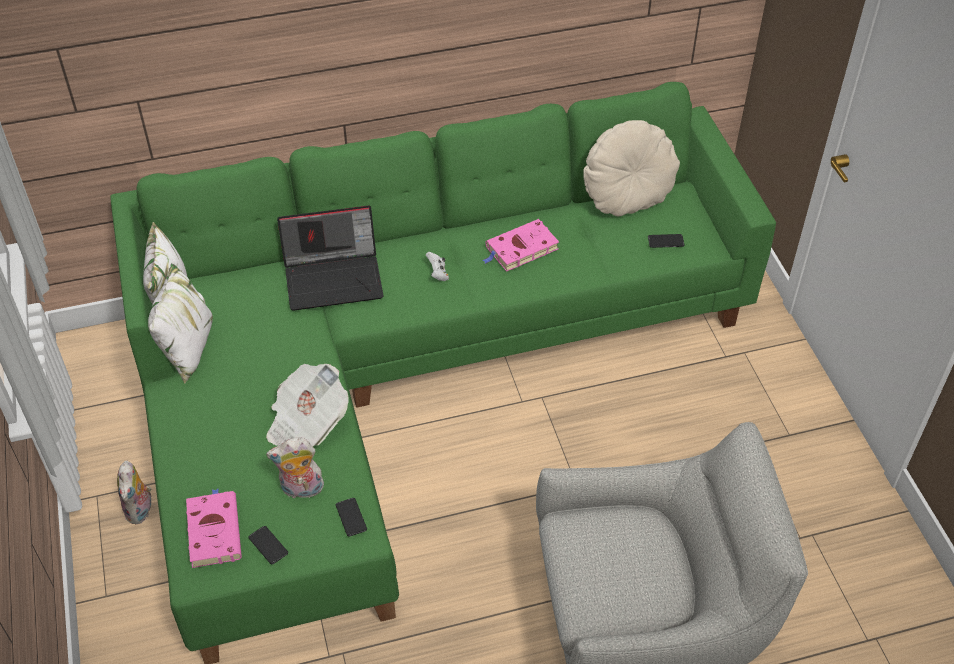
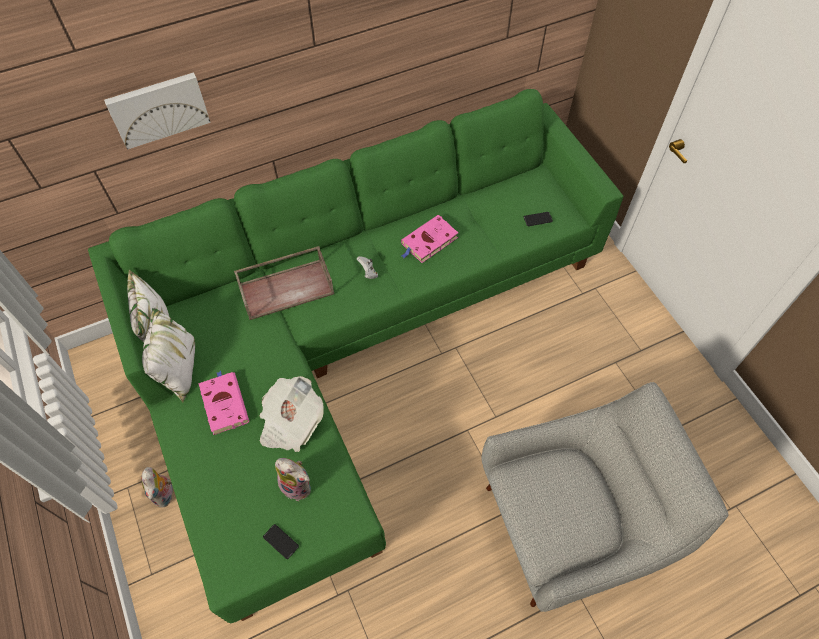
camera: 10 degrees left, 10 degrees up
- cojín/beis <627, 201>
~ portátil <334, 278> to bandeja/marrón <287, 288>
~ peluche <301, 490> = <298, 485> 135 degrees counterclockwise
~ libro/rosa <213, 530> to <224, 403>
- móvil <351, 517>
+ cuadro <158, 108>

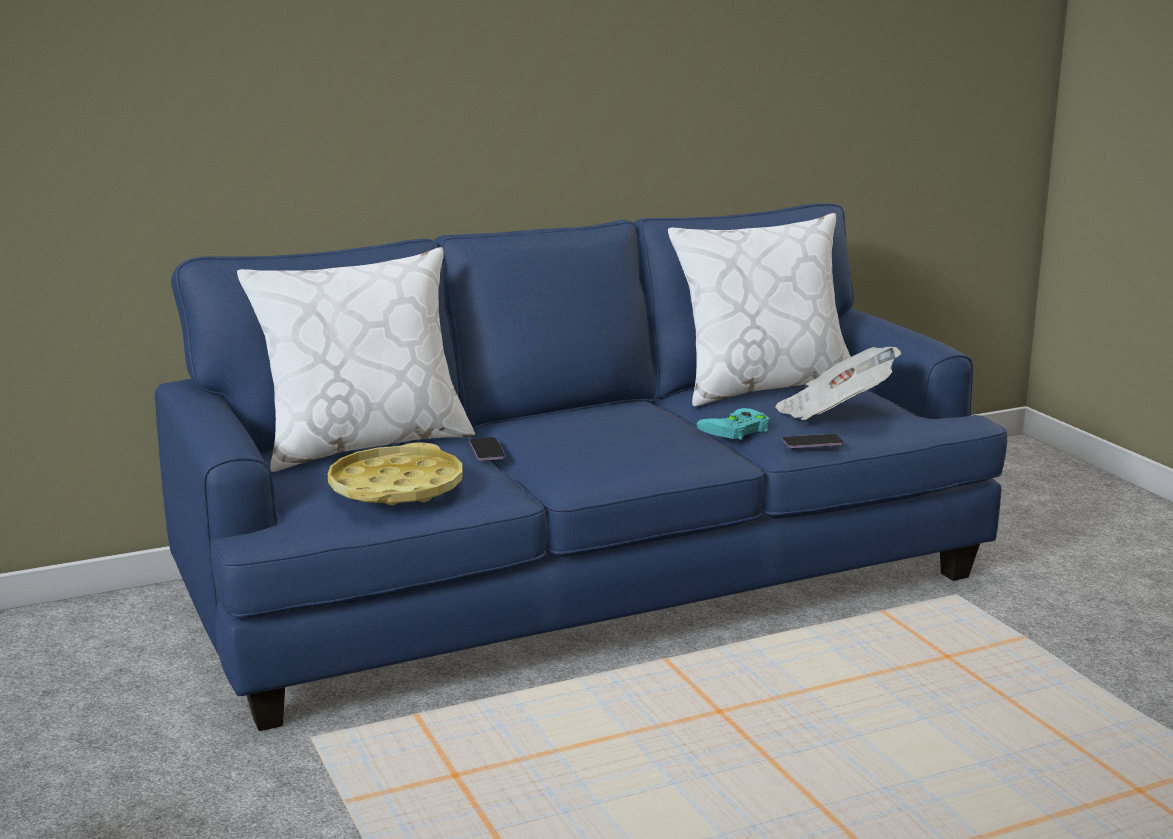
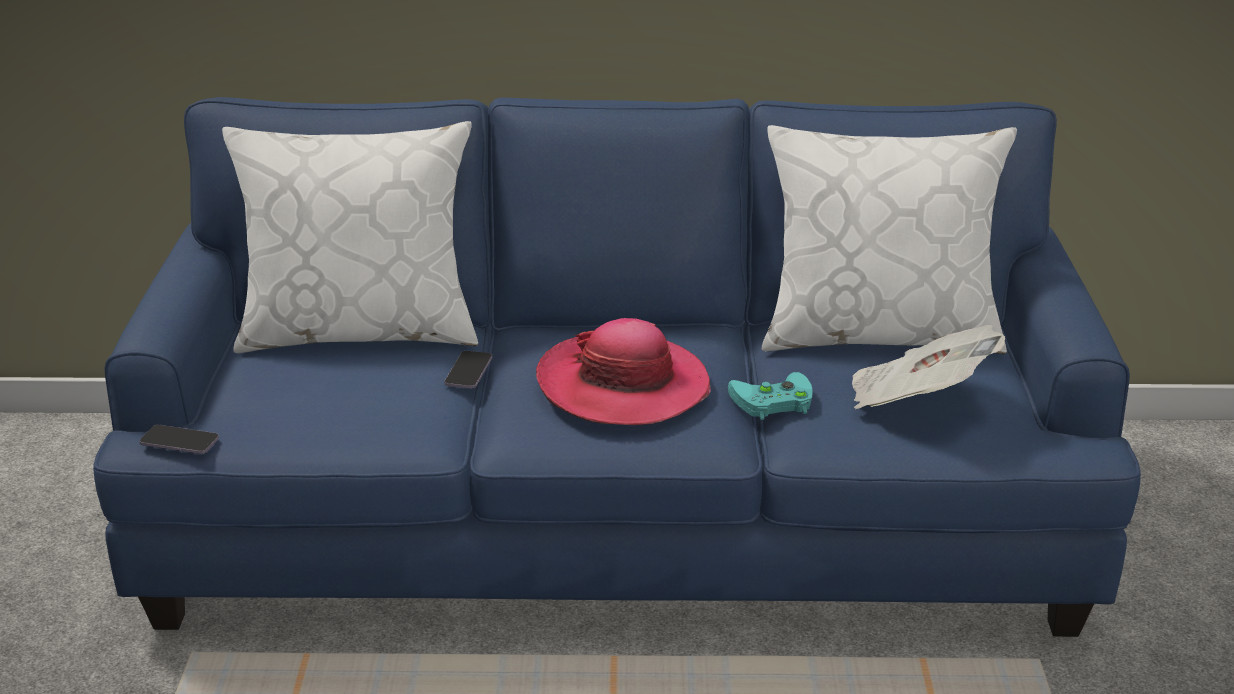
camera: 25 degrees right, 10 degrees up
~ móvil <812, 443> to <179, 442>
- bandeja/amarillo <396, 488>
+ sombrero <623, 386>

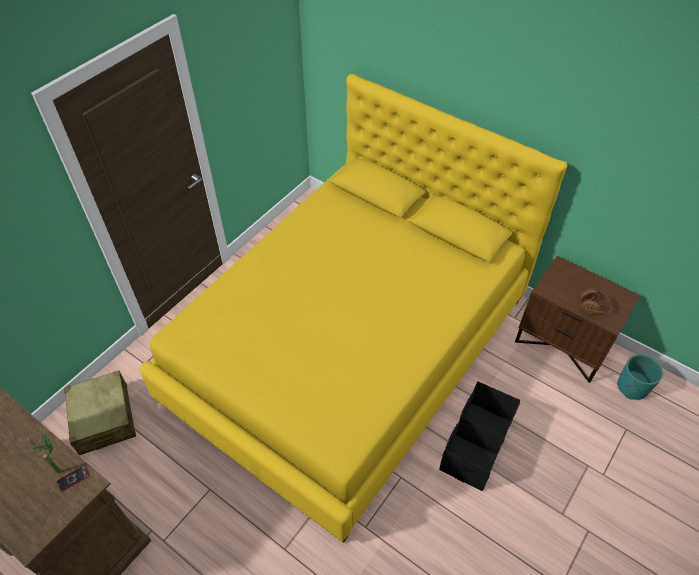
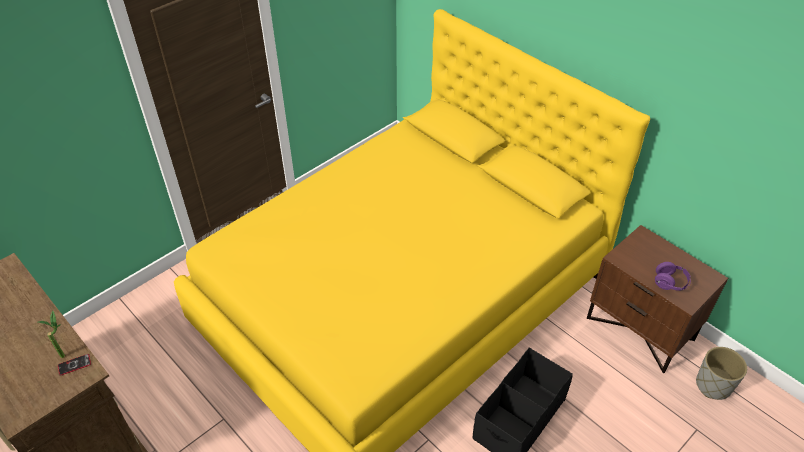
camera: 10 degrees right, 5 degrees down
~ auriculares/marrón <593, 307> to auriculares/morado <670, 283>
~ maceta/turquesa <632, 387> to maceta/gris <713, 385>
- maleta/beis <104, 419>

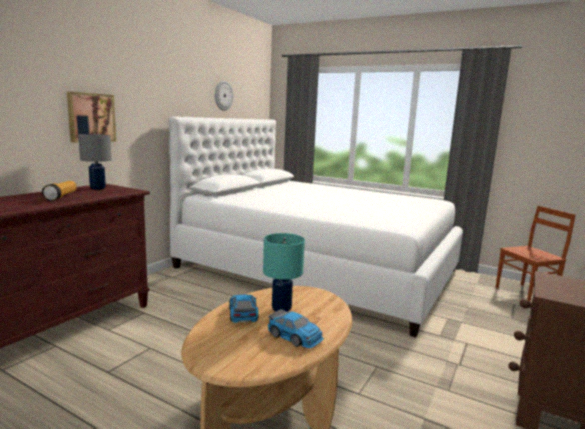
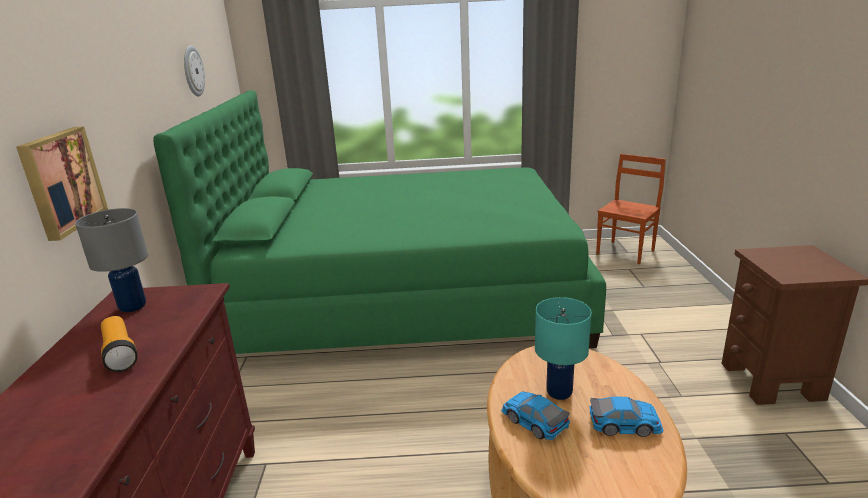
camera: 30 degrees left, 10 degrees up
~ cama/blanco <318, 268> to cama/verde <405, 296>

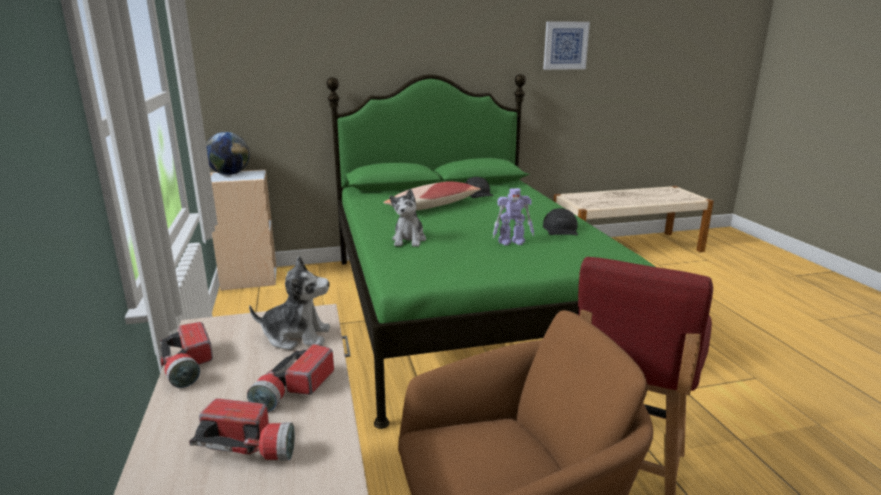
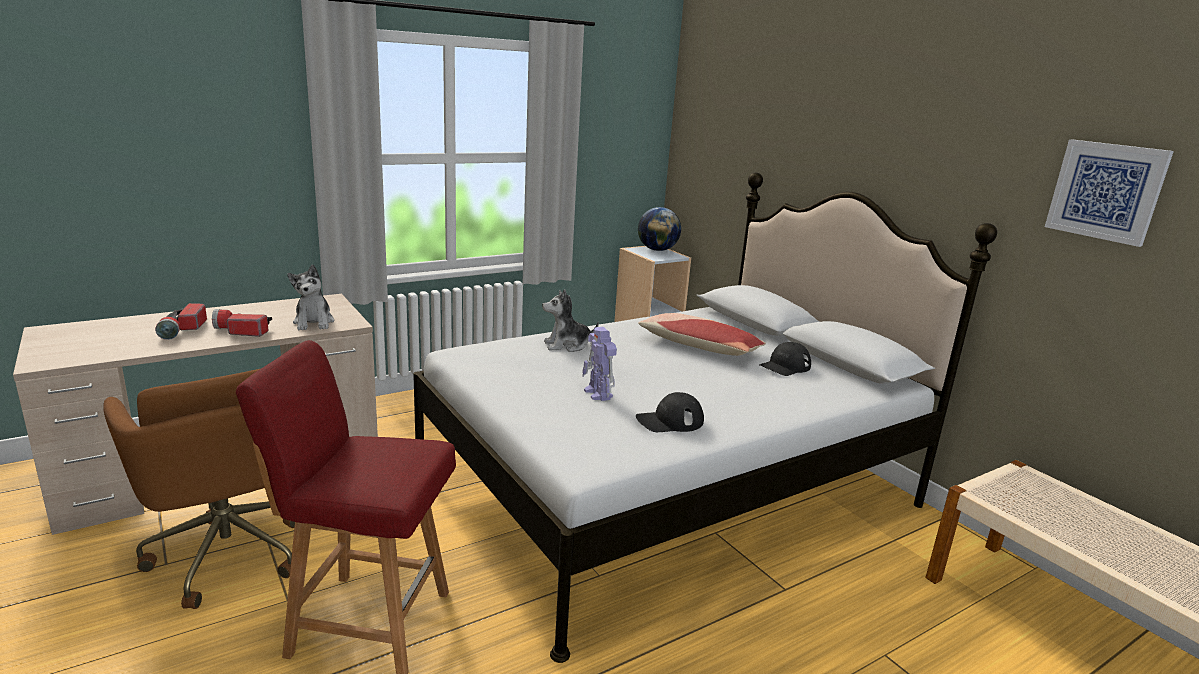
camera: 70 degrees right, 0 degrees up
~ cama/verde <466, 310> to cama/blanco <669, 487>
- linterna <188, 365>

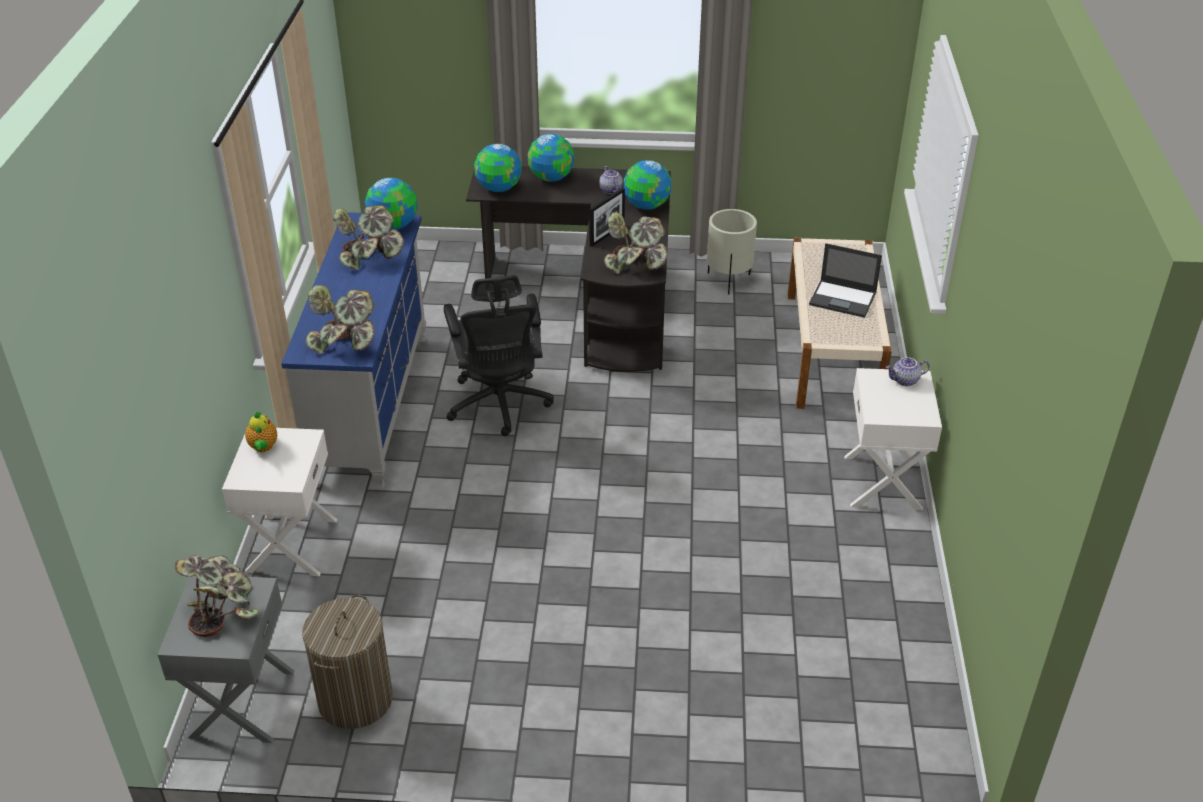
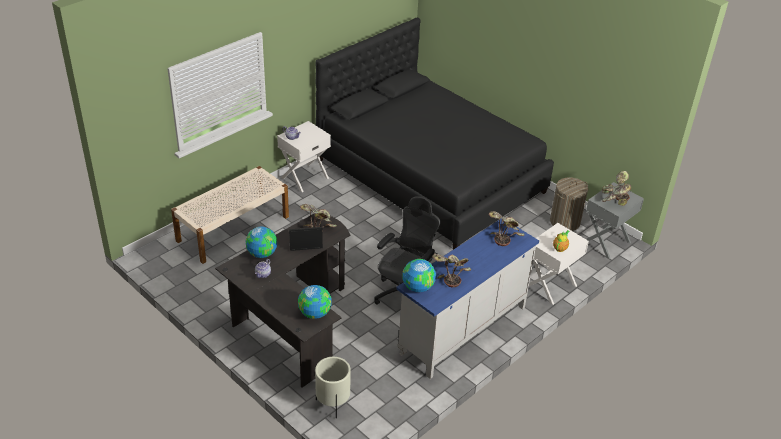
camera: 140 degrees left, 0 degrees up
- globo terráqueo <551, 177>
~ maceta/beis <728, 280> to <332, 404>
- portátil <843, 299>
+ cama/negro <430, 175>

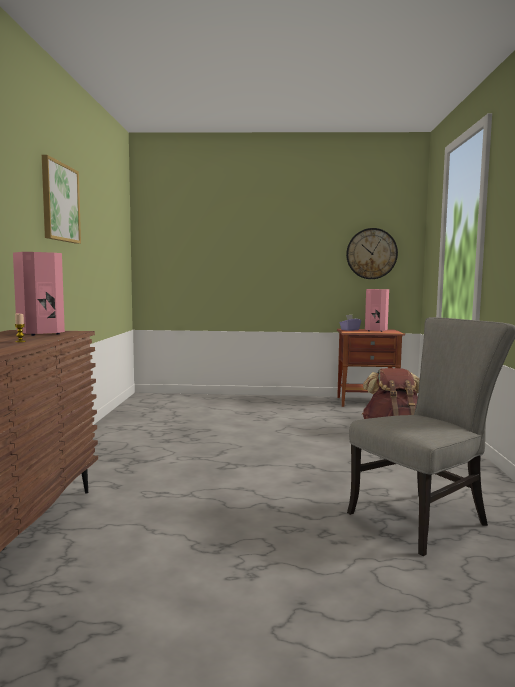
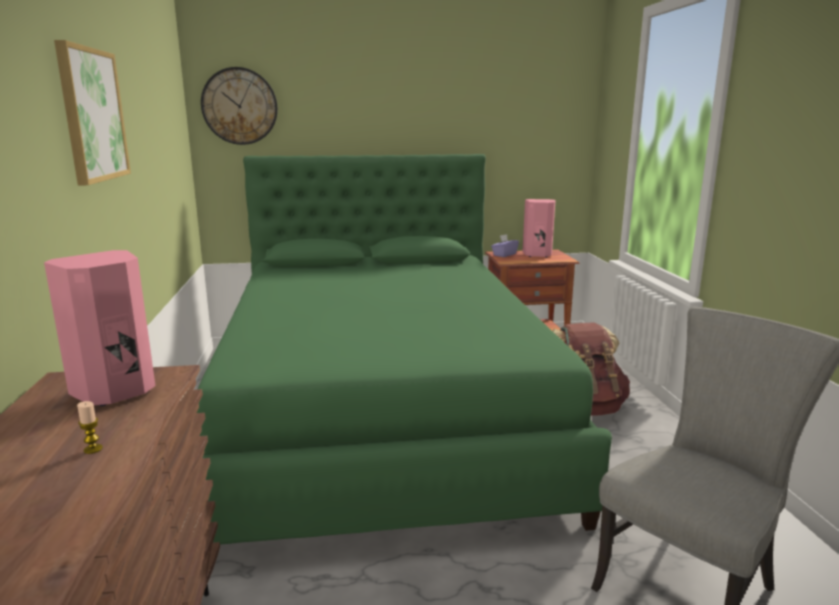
camera: 10 degrees left, 10 degrees up
~ reloj de pared <371, 253> to <239, 106>
+ cama/verde <384, 413>

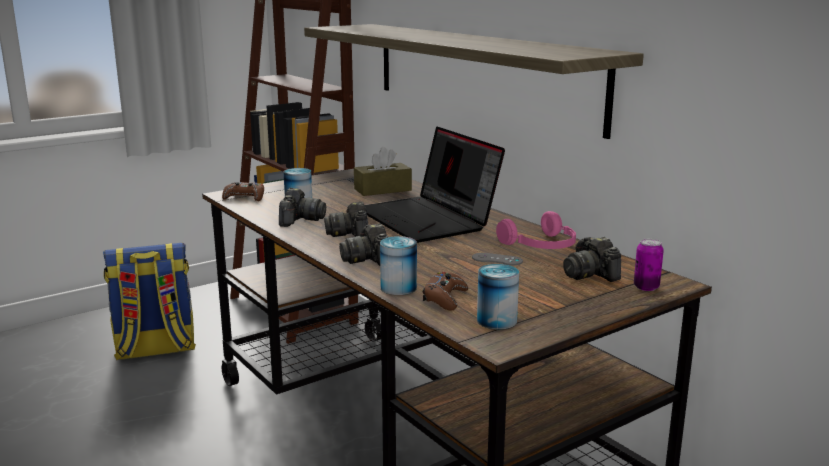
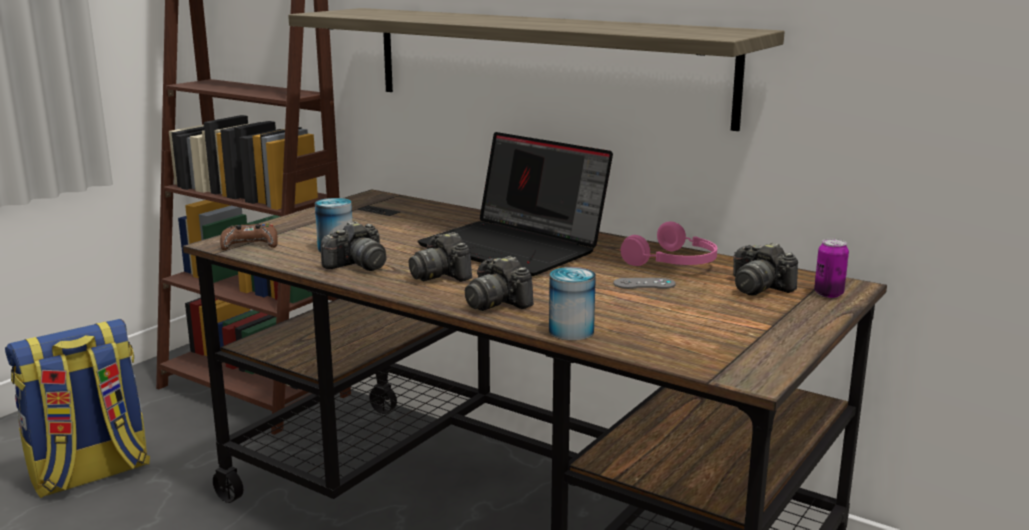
camera: 20 degrees left, 0 degrees up
- caja de pañuelos/marrón <382, 190>
~ cámara <300, 220> = <358, 265> 60 degrees clockwise
- lata <496, 320>
- mando de consola/marrón <445, 298>

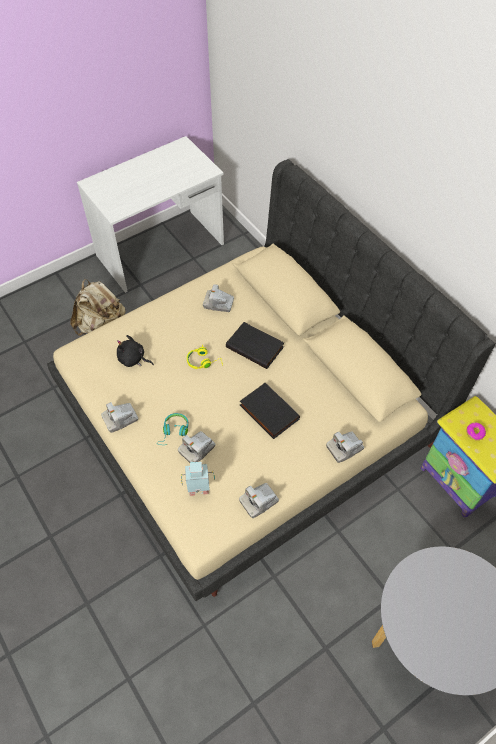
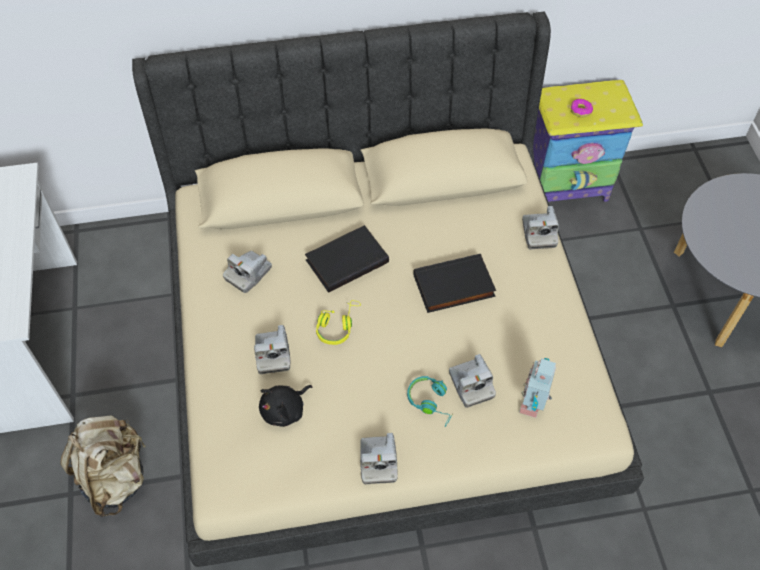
camera: 65 degrees left, 0 degrees up
~ cámara <259, 501> to <272, 354>

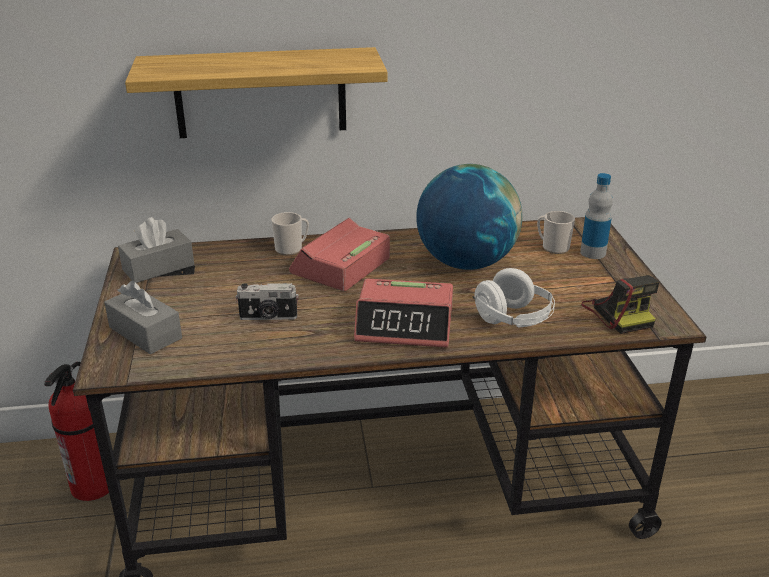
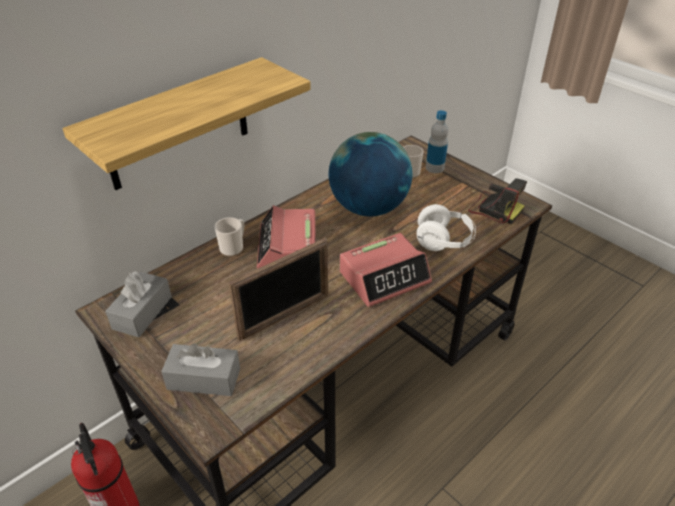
camera: 35 degrees left, 10 degrees up
~ cámara <268, 317> to portarretratos <284, 316>

